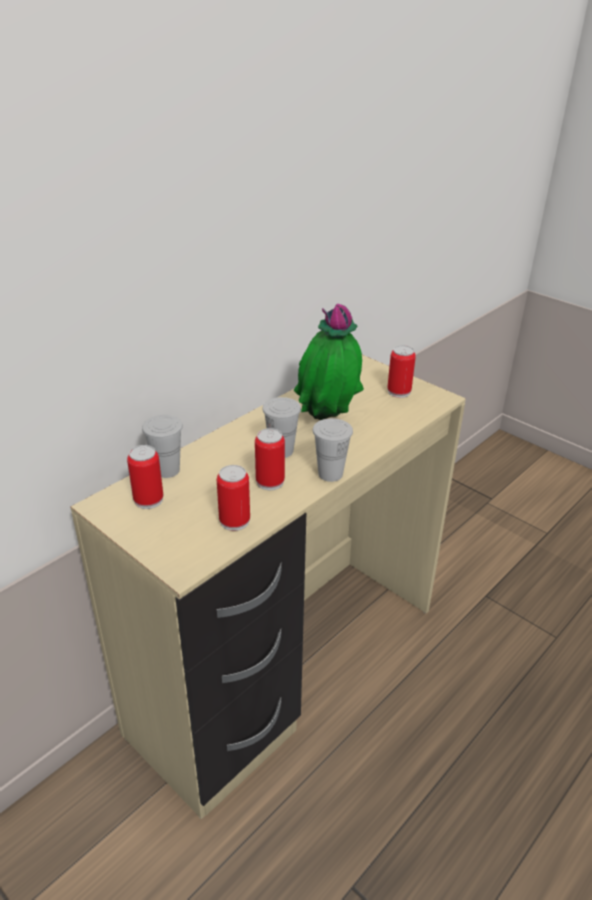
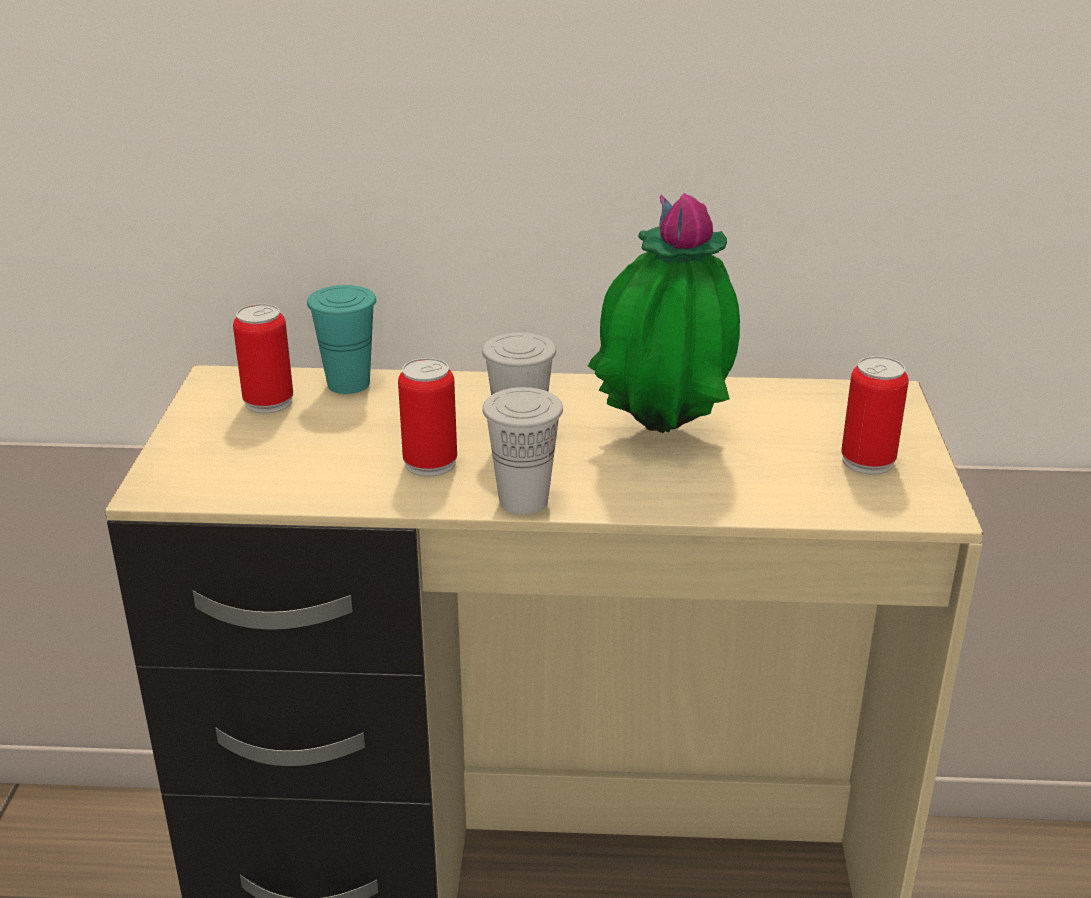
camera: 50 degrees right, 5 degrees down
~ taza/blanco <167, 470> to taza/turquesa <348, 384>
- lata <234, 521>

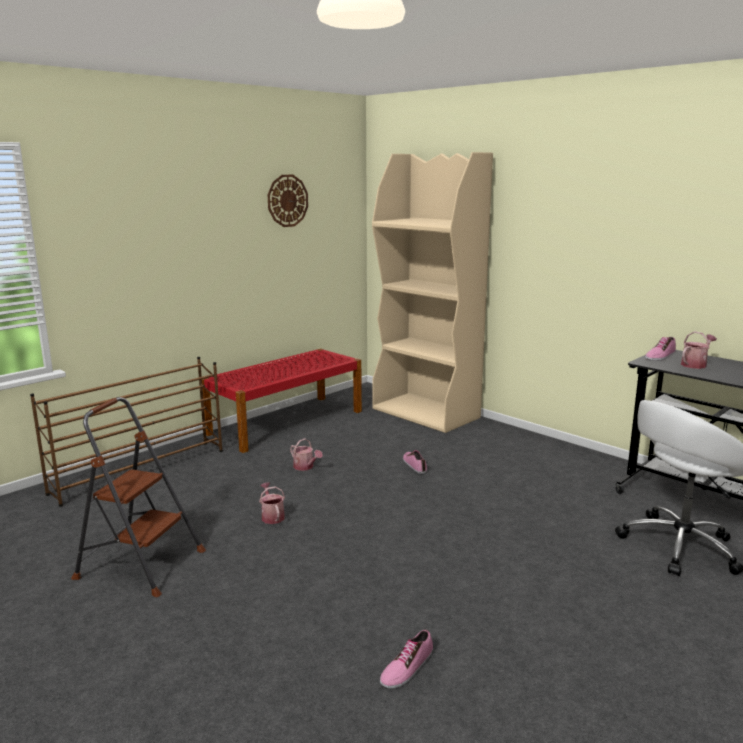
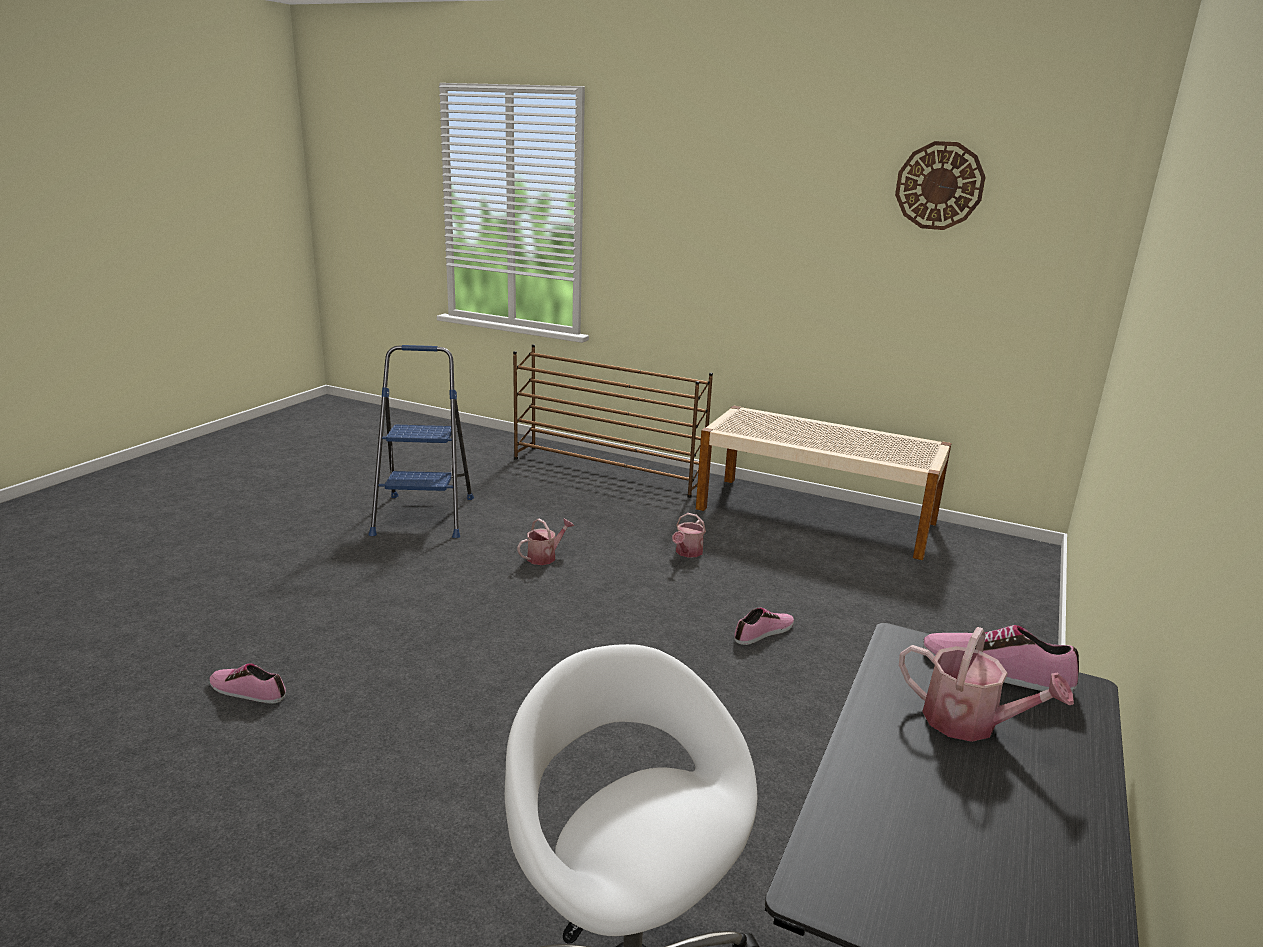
camera: 70 degrees right, 5 degrees up
- estantería/beis <426, 413>
~ banco/rojo <286, 422> to banco/beis <816, 515>
~ escalera de tijera/marrón <138, 562> to escalera de tijera/azul <425, 513>

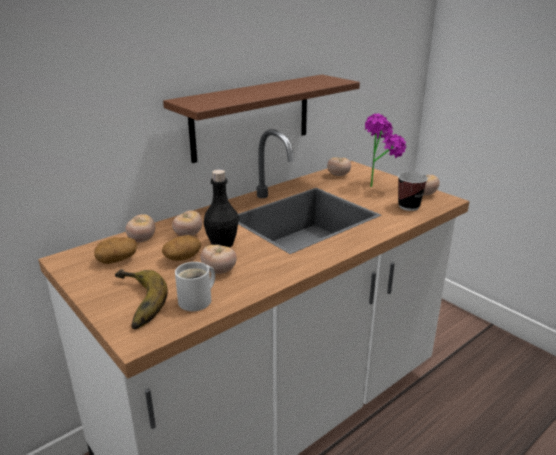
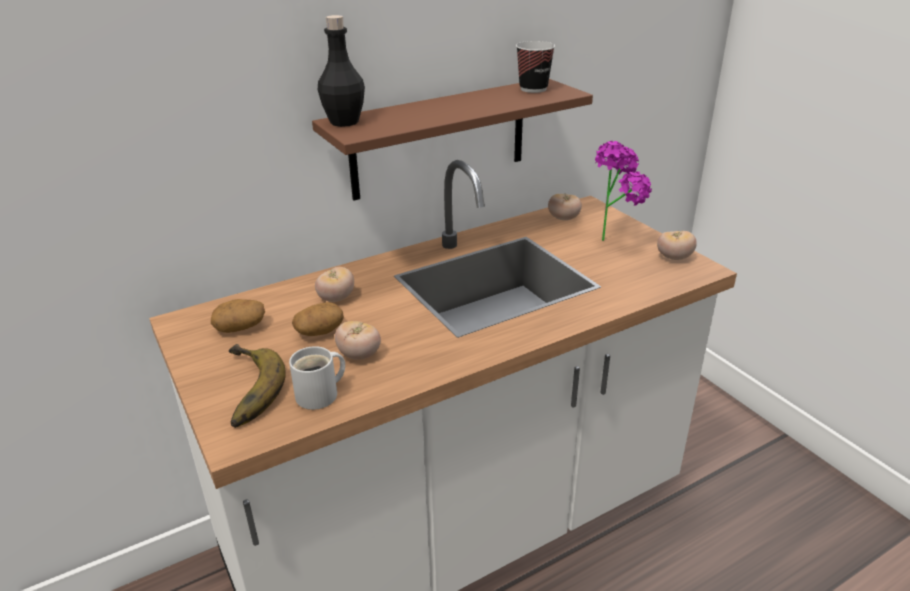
camera: 10 degrees right, 5 degrees up
~ botella/negro <222, 244> to <344, 122>
~ taza <409, 206> to <533, 89>
- tomate <142, 240>

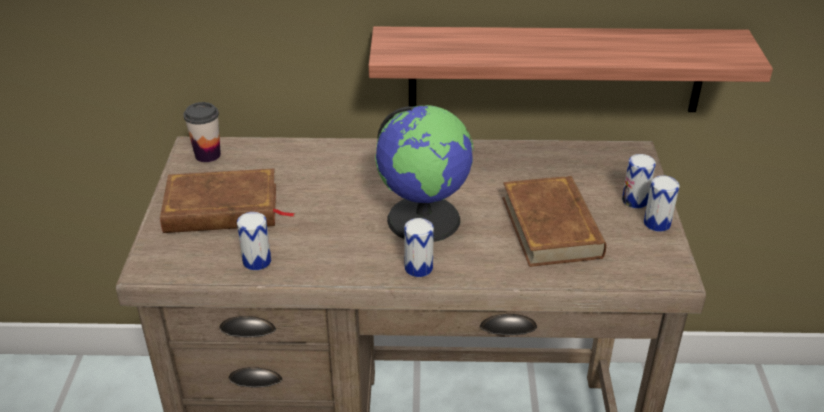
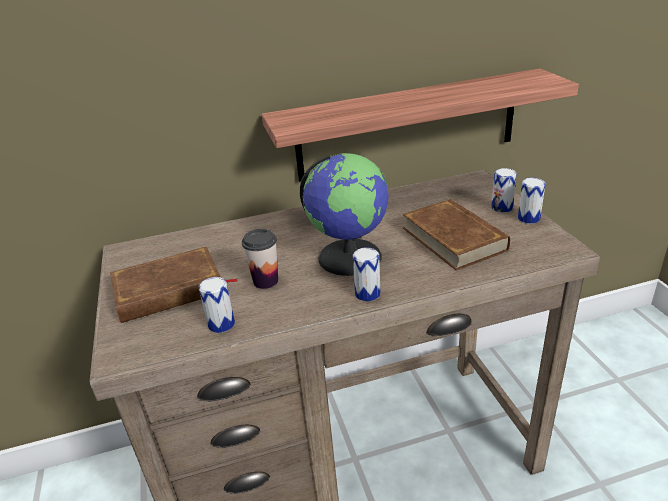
camera: 15 degrees left, 5 degrees down
~ taza <207, 155> to <265, 281>

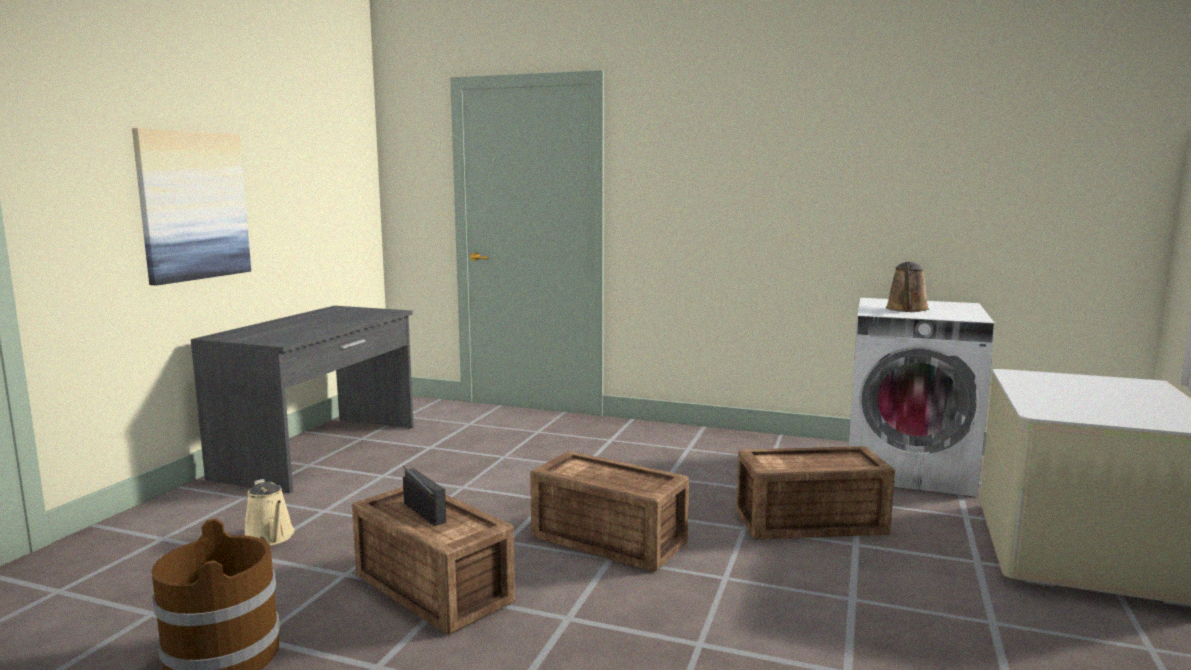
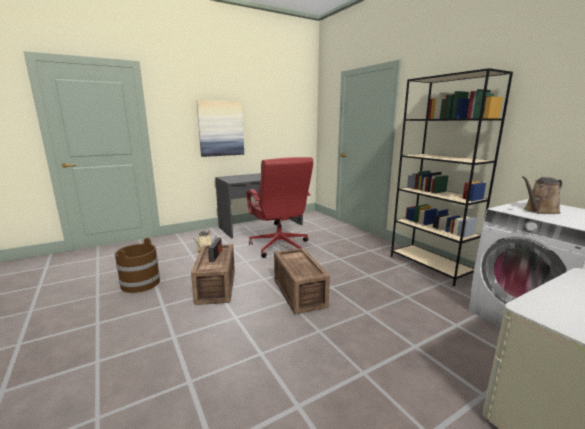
camera: 40 degrees right, 5 degrees up
- caja de embalaje <813, 523>
+ estantería/beis <431, 266>
+ silla de oficina/rojo <279, 246>

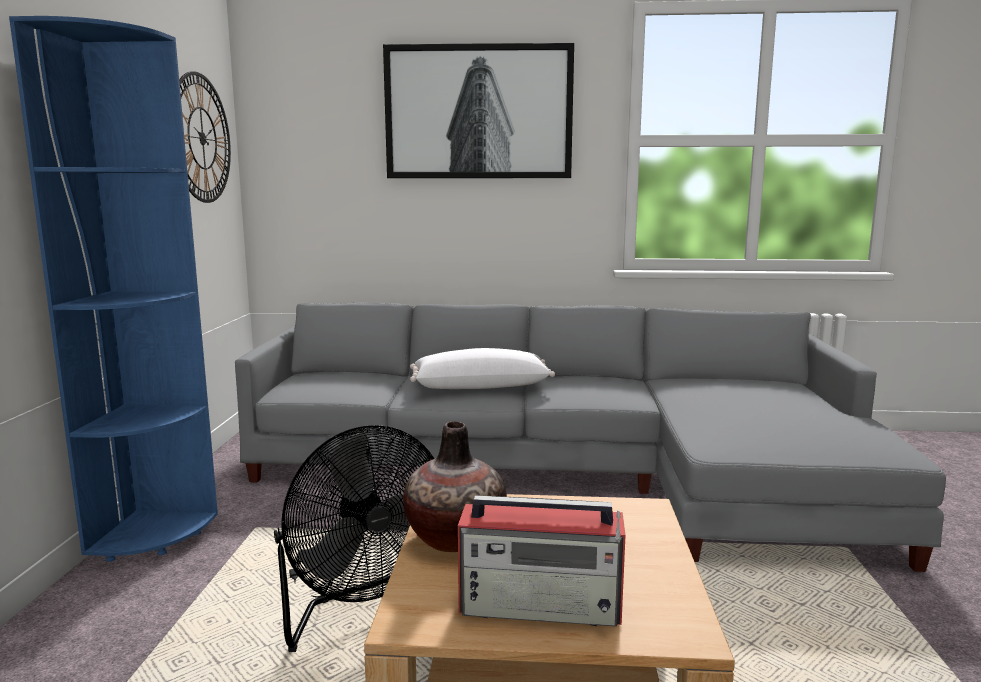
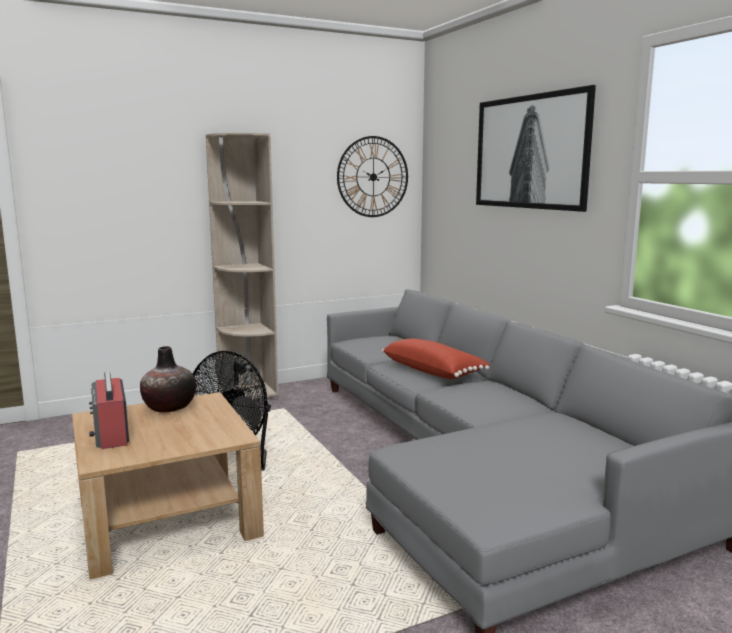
camera: 60 degrees right, 0 degrees up
~ estantería/azul <153, 544> to estantería/beis <249, 397>
~ cojín/blanco <480, 386> to cojín/rojo <433, 371>

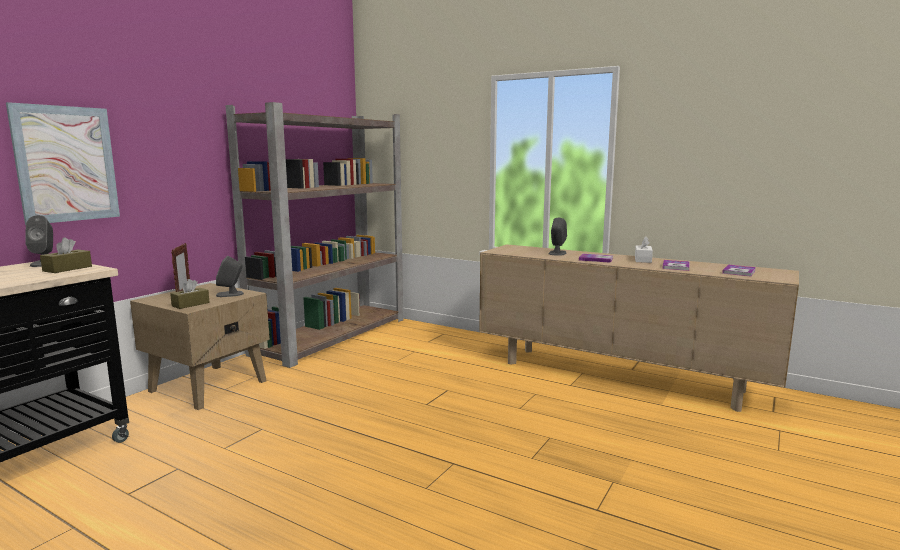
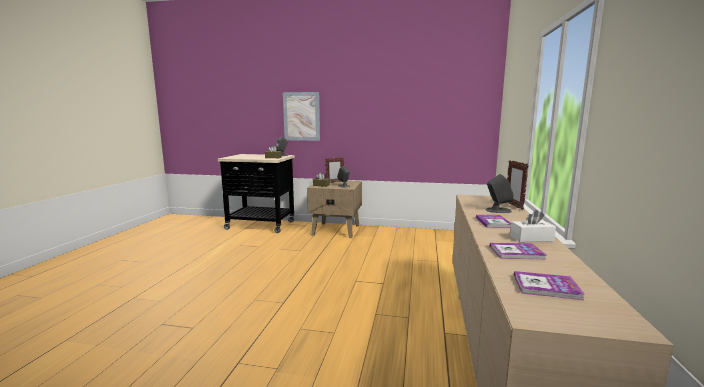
camera: 70 degrees right, 0 degrees up
- estantería/marrón <332, 336>
+ portarretratos <514, 206>

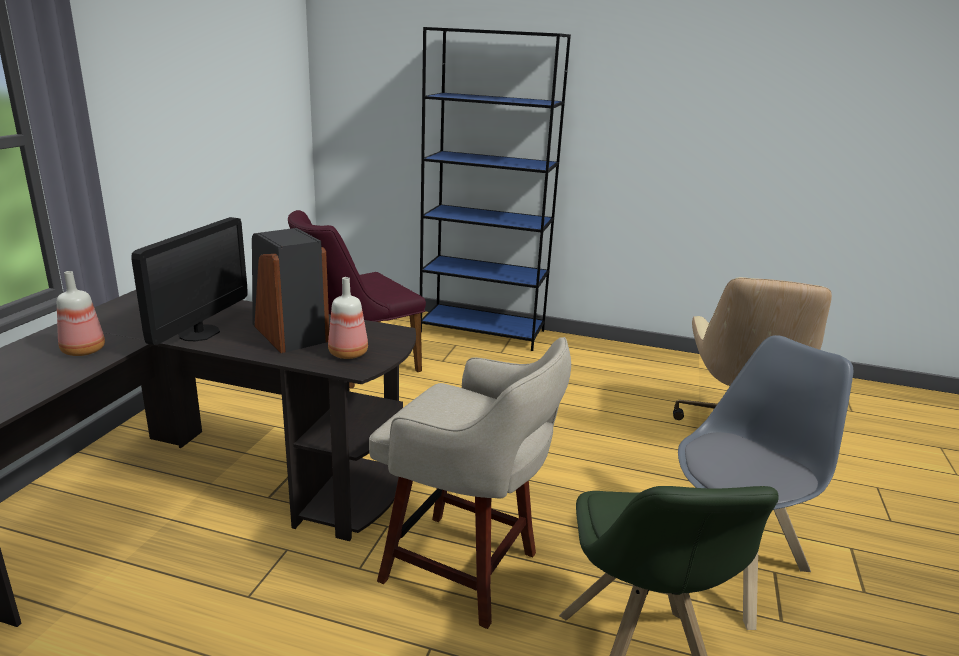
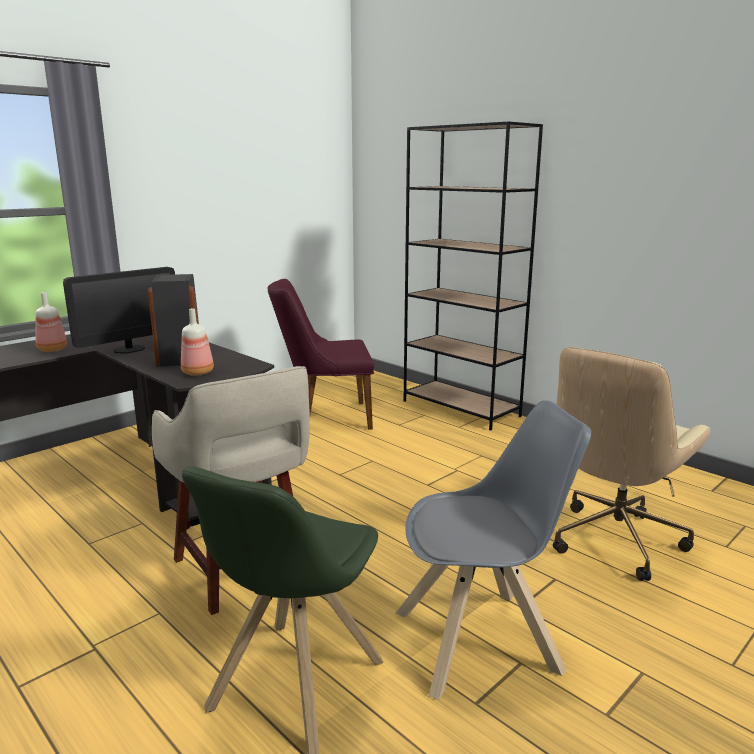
camera: 30 degrees right, 5 degrees down
~ estantería/azul <483, 331> to estantería/beis <461, 408>

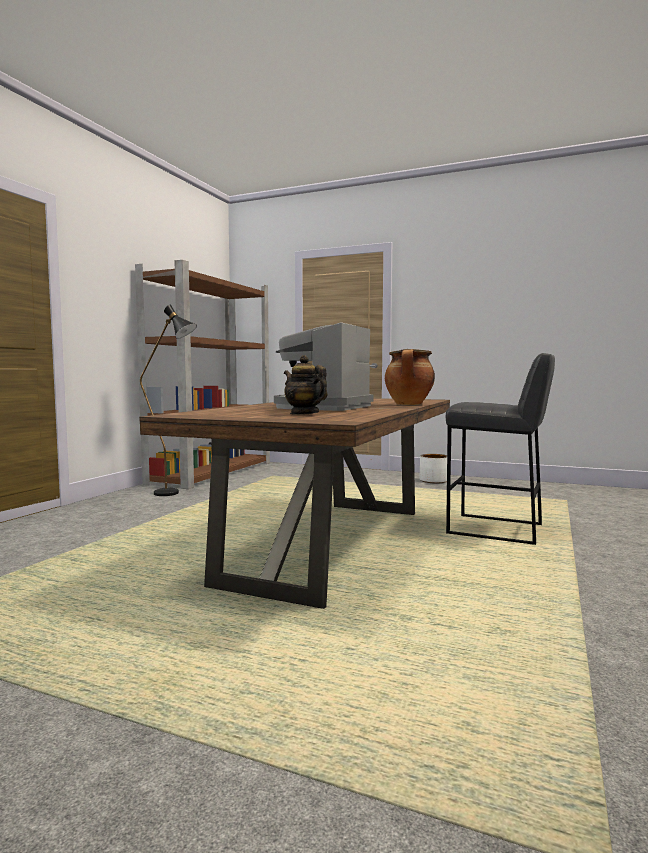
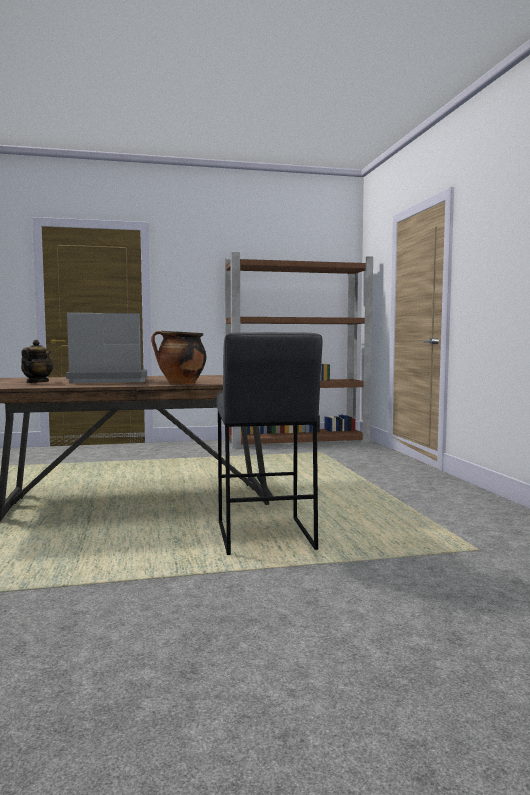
camera: 55 degrees right, 0 degrees up
- lámpara de pie/negro <174, 494>
- maceta/blanco <433, 481>

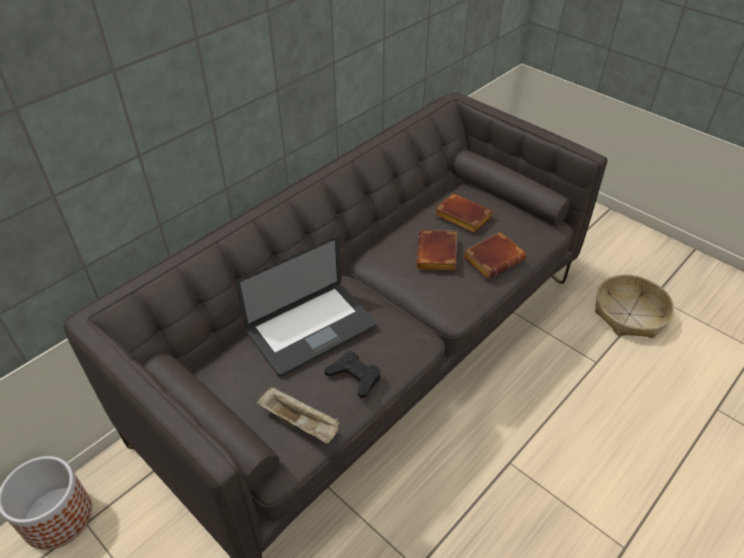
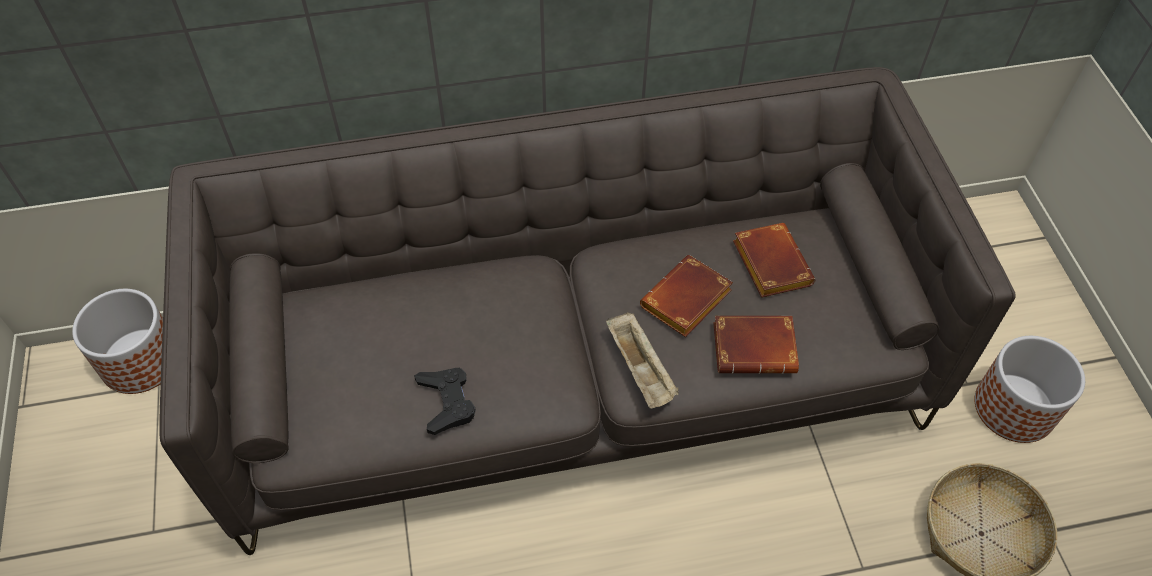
camera: 35 degrees right, 10 degrees up
- portátil <311, 330>
~ bandeja/beis <300, 423> to <641, 370>
+ maceta <1013, 407>

